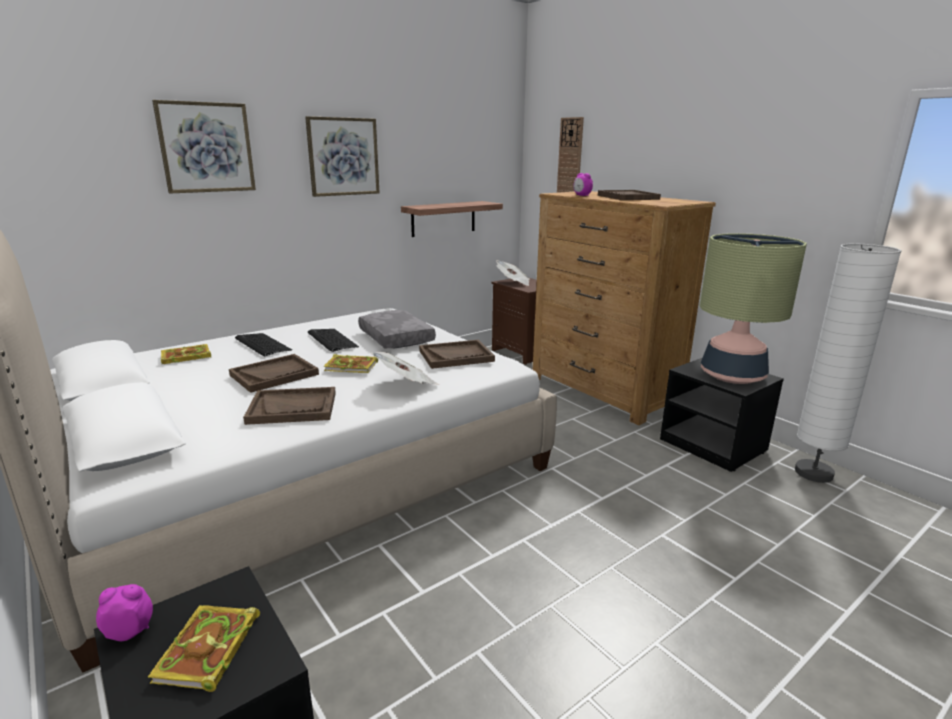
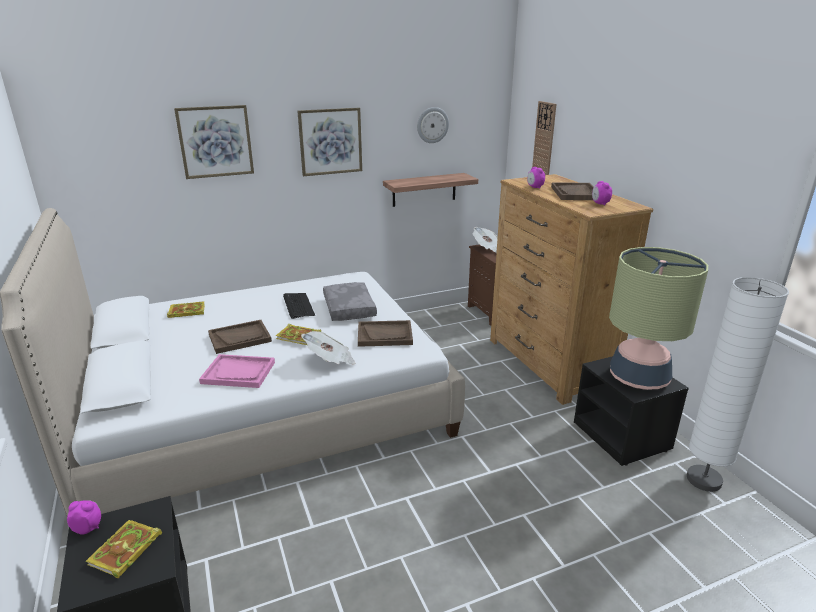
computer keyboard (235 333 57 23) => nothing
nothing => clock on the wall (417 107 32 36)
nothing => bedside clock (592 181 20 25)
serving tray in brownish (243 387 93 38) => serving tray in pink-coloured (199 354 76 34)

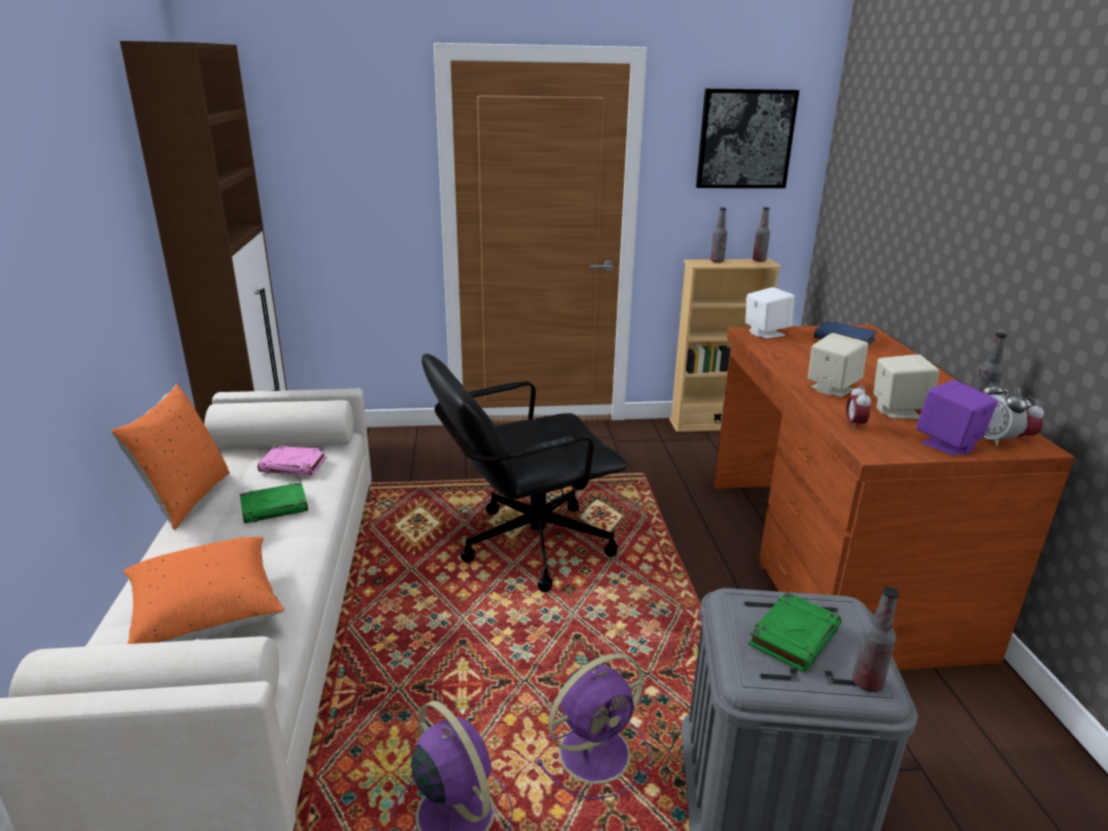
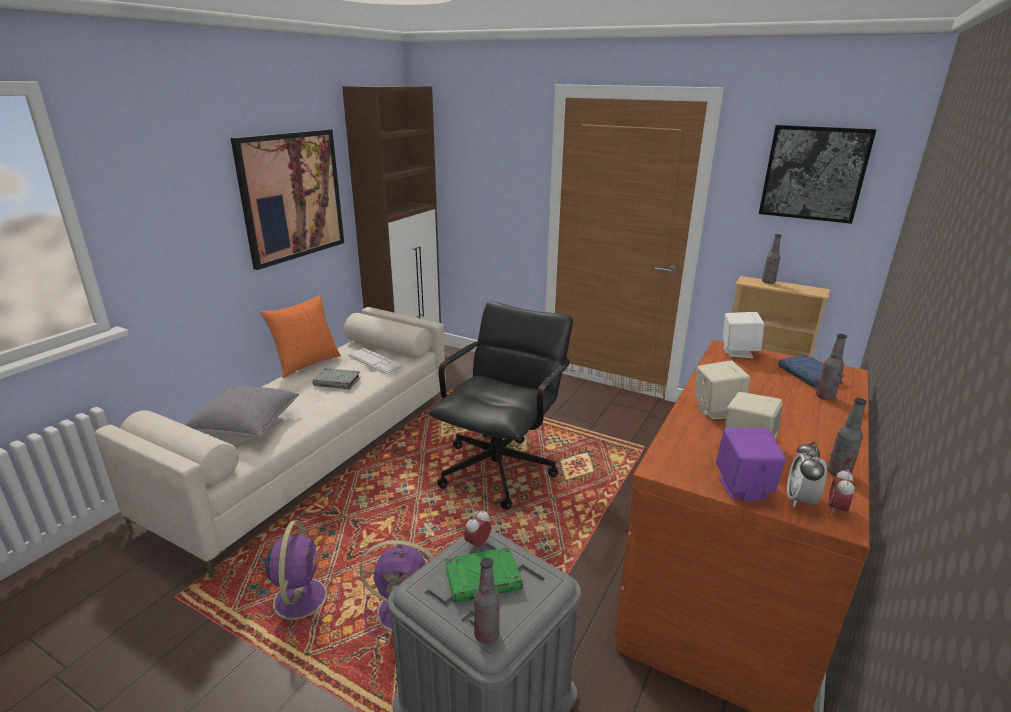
nothing => picture (231 129 113 141)
drink bottle (752 207 18 55) => drink bottle (816 334 31 66), moved
bedside clock (846 385 25 45) => bedside clock (464 510 27 38), moved
bound book in pink-coloured (258 446 69 29) => computer keyboard (348 348 55 26)
throw pillow in orangey (124 537 160 107) => throw pillow in grey (185 386 114 52)
bound book in green-coloured (240 482 68 41) => bound book in grey (313 368 48 21)
office chair in black-coloured (422 354 205 238) => office chair in black-coloured (429 301 144 209), 105 degrees clockwise

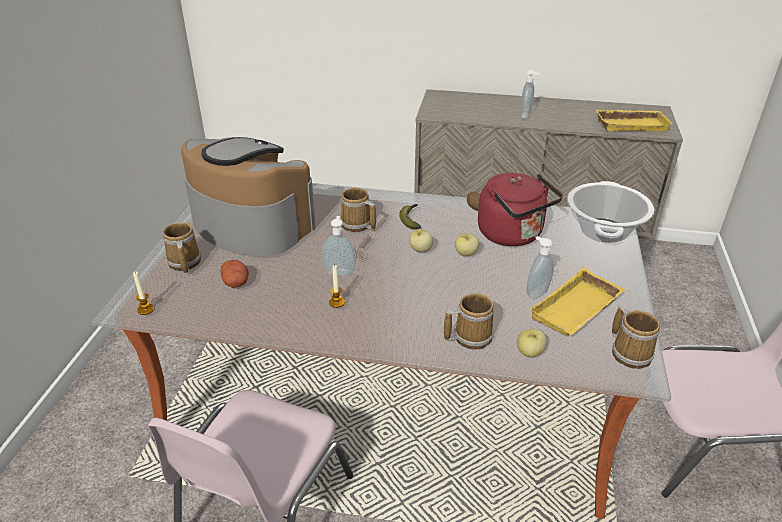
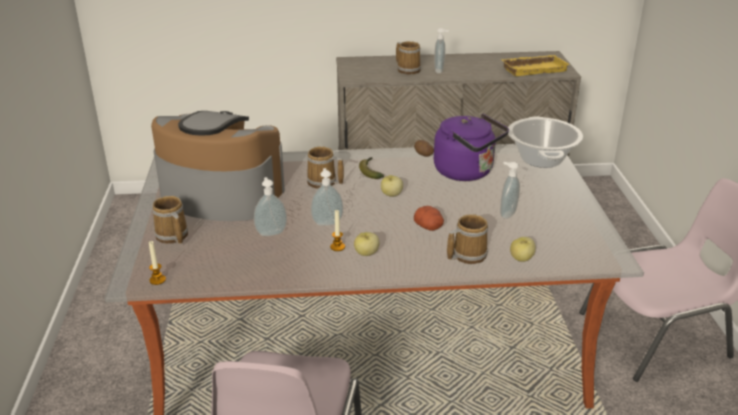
serving tray in yellow-coloured (529 267 96 69) => nothing
nothing => soap bottle (254 177 33 59)
spud (220 260 29 28) => spud (414 206 30 25), moved
apple (455 233 24 23) => apple (354 232 25 24), moved
coffee mug (612 305 48 64) => coffee mug (396 41 25 34), moved
tea kettle in reddish (478 173 85 73) => tea kettle in purplish (434 113 75 68)

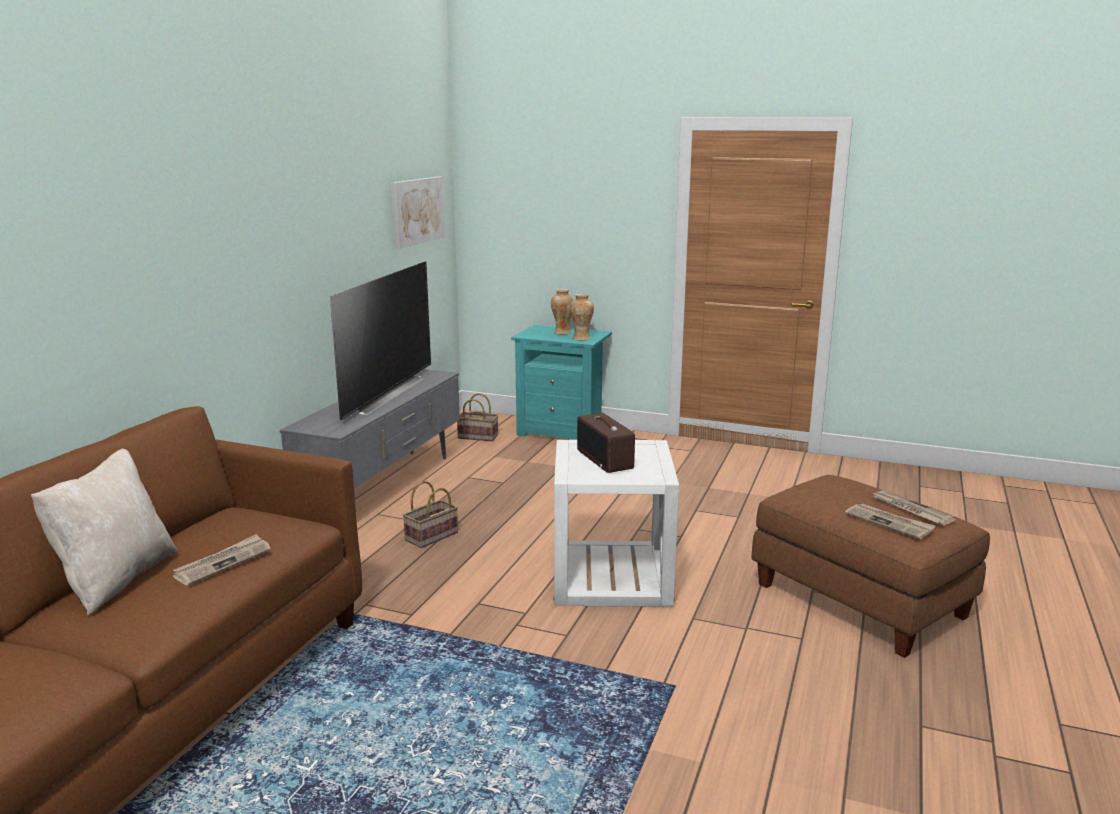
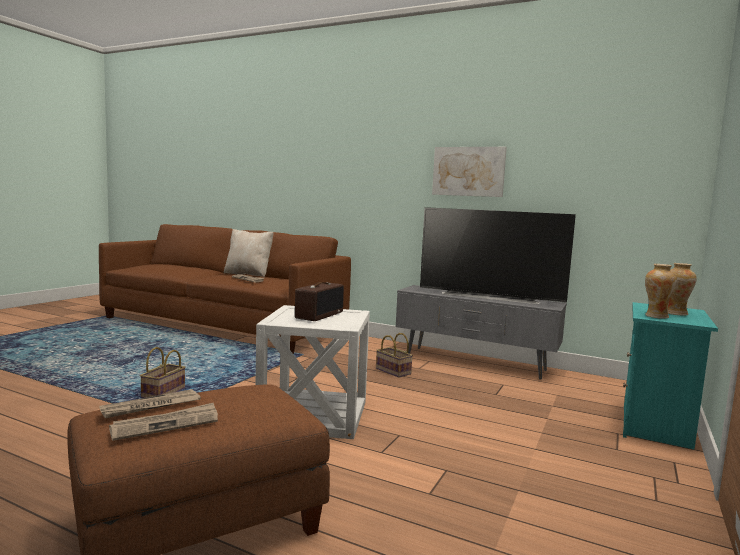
picture (391 177 54 72) => picture (432 147 75 50), moved
household basket (457 393 41 48) => household basket (140 347 46 51), moved
radio (577 413 58 60) => radio (295 282 49 39), 135 degrees clockwise

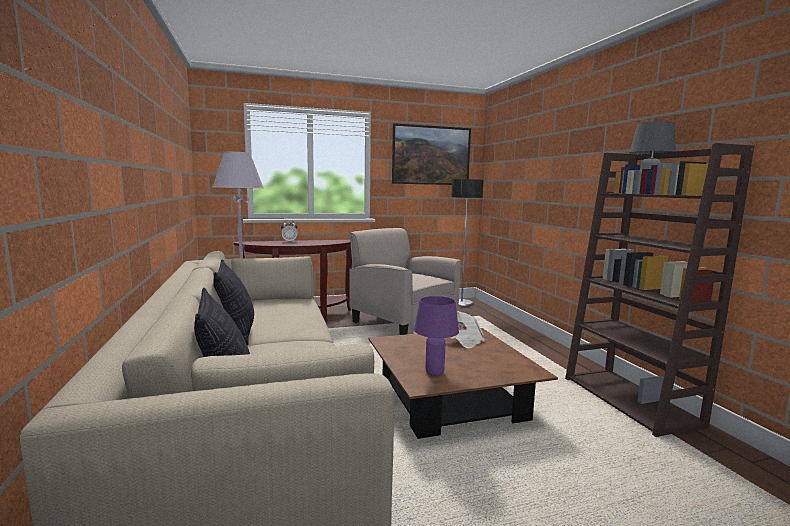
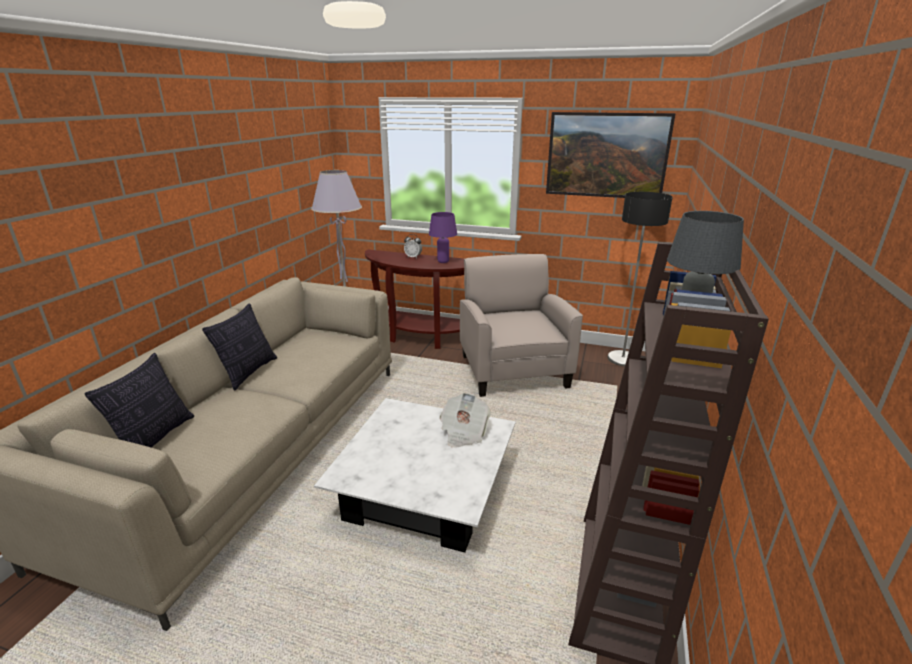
table lamp in purplish (414 296 45 80) => table lamp in purplish (429 212 28 51), moved
coffee table in brownish (369 328 189 111) => coffee table in whitish (314 398 202 155)

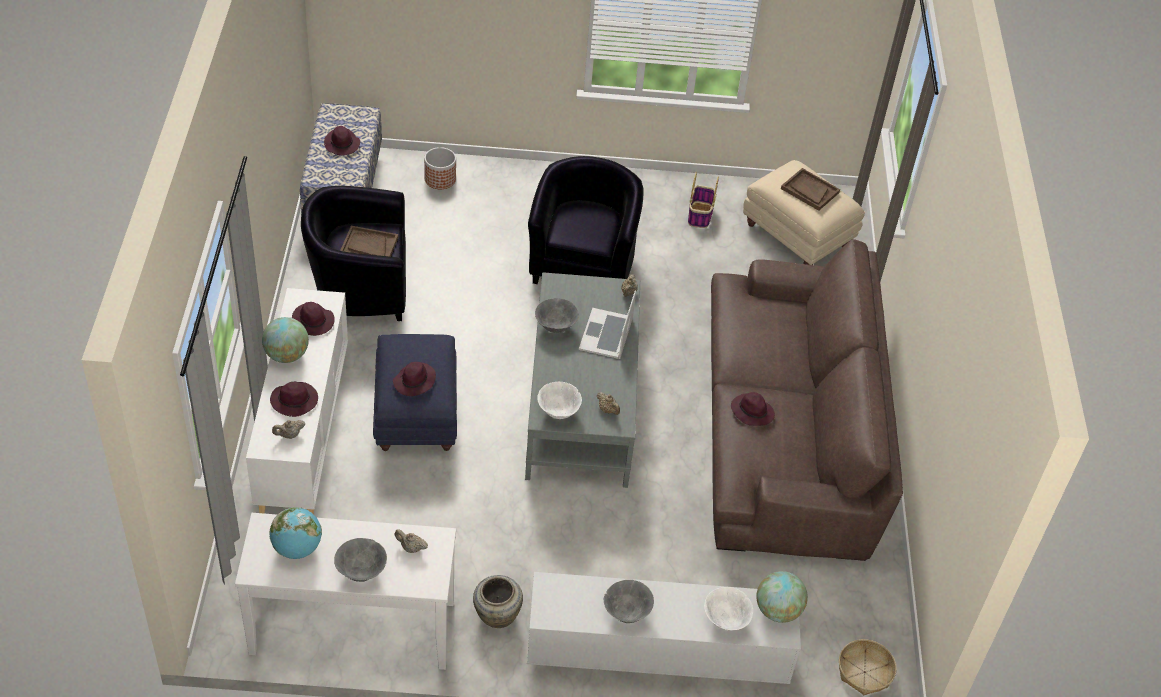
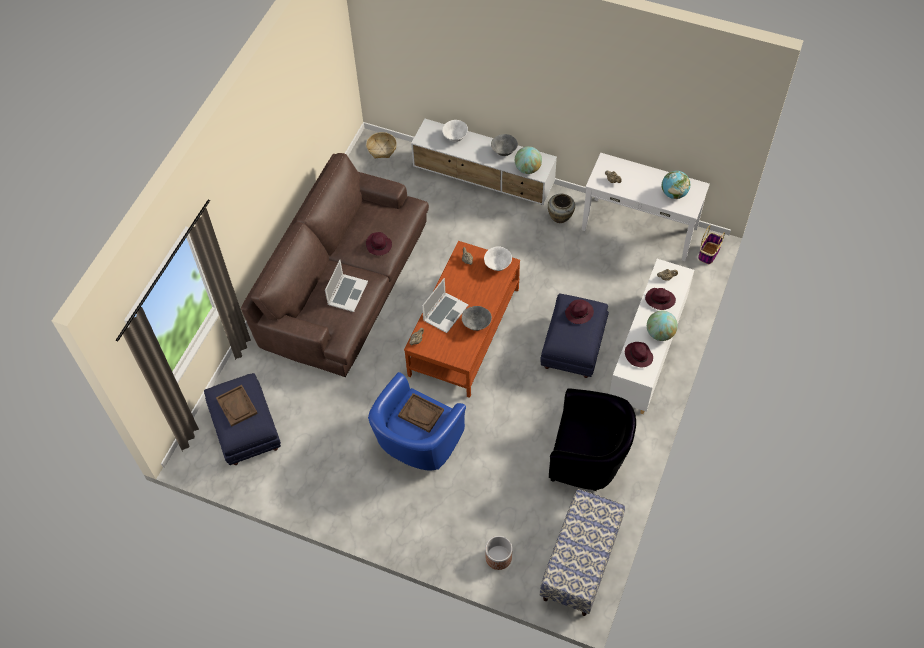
clothing hat in purplish (324 126 36 29) => nothing
serving bowl in grey (334 538 53 44) => nothing
nothing => laptop (325 260 43 52)
serving tray in brownish (340 226 58 31) => serving tray in brownish (398 393 46 40), moved
household basket (688 172 31 56) => household basket (698 225 27 39), moved
globe (756 571 52 52) => globe (515 146 27 28), moved
coffee table in grey (525 272 115 216) => coffee table in brownish (404 241 116 157)
lounge chair in black-coloured (528 156 115 128) => lounge chair in blue-coloured (368 372 98 99)
footrest in sand-coloured (743 160 122 105) => footrest in blue-coloured (204 373 77 92)

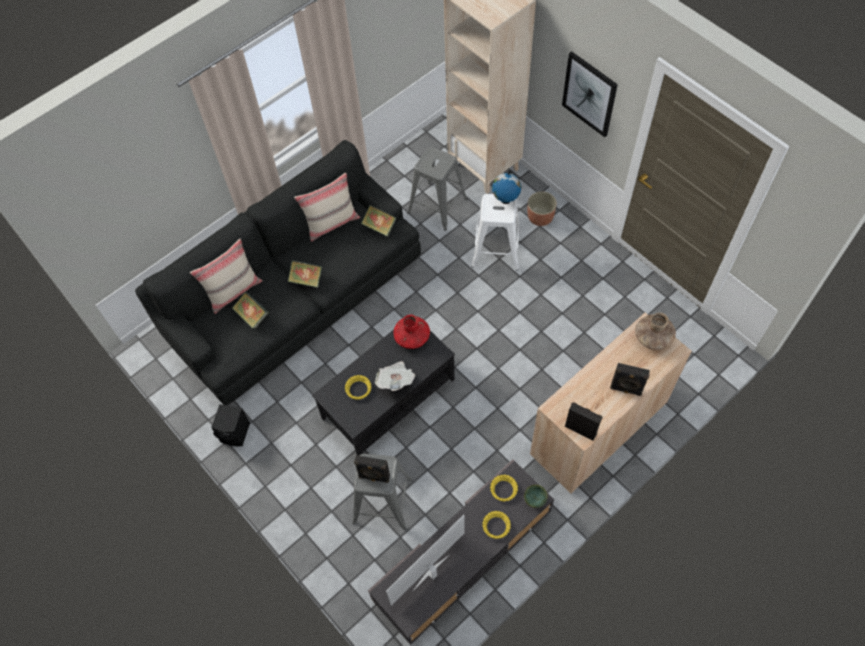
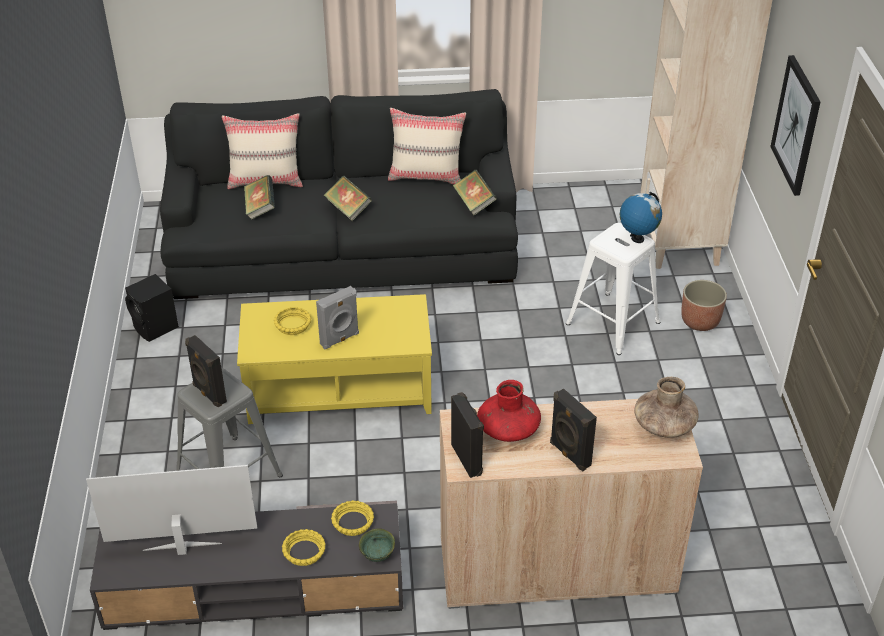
stool in grey (407 147 61 84) => nothing
decorative vase in reddish (394 315 36 34) => decorative vase in reddish (477 380 64 62), moved
printed paper (375 361 41 30) => loudspeaker in grey (316 286 43 64)
coffee table in black-coloured (312 314 143 142) => coffee table in yellow-coloured (237 294 195 130)

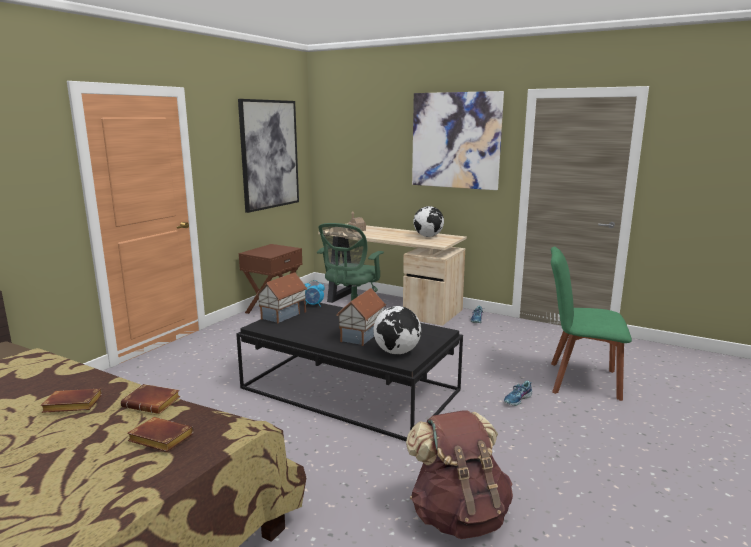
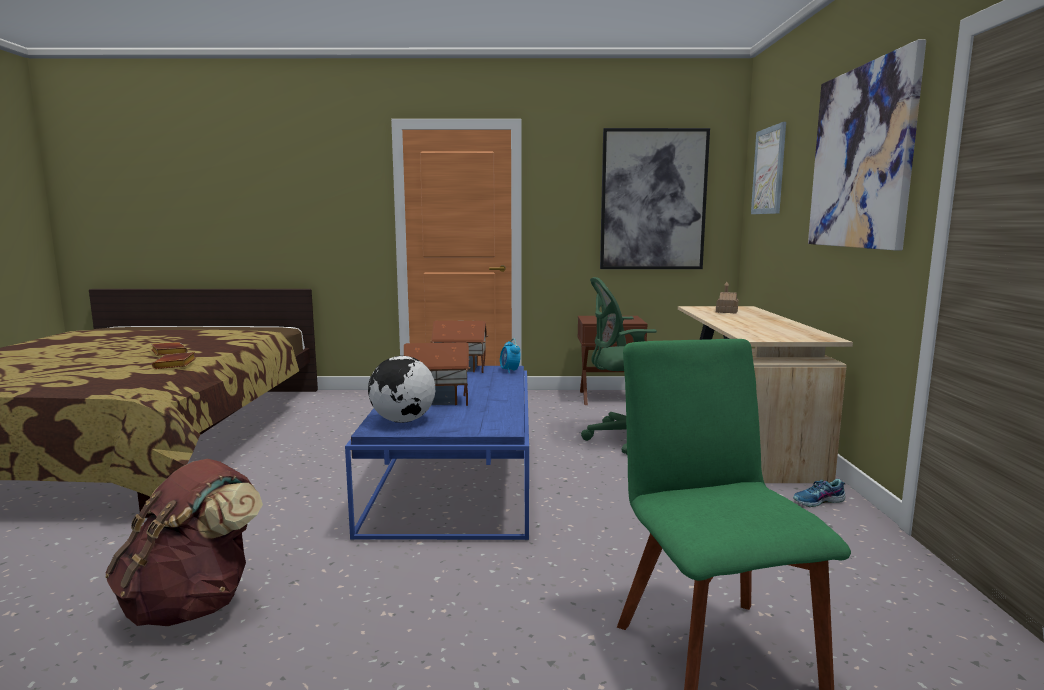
bound book in brownish (127 417 67 35) => nothing
globe (413 206 31 31) => nothing
shoe (504 381 28 25) => nothing
nothing => picture (751 122 35 92)
coffee table in black-coloured (236 300 227 141) => coffee table in blue-coloured (345 366 184 175)

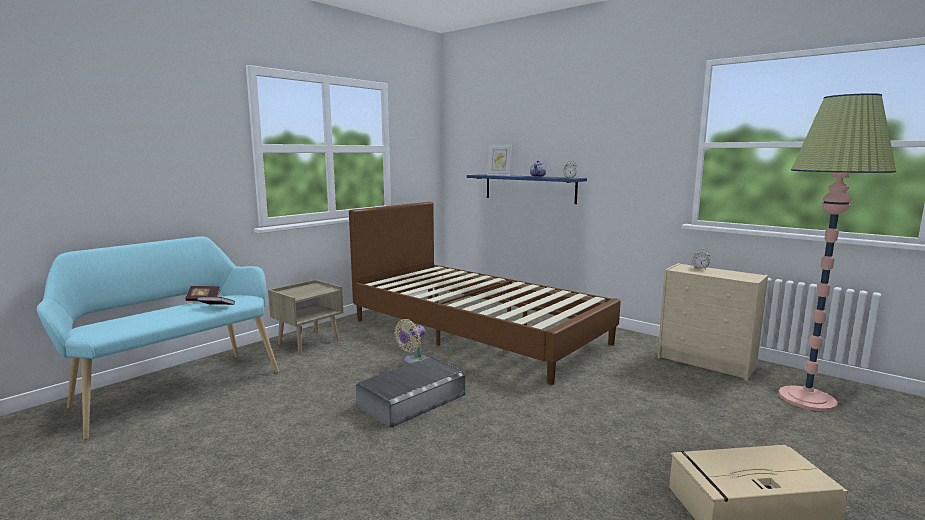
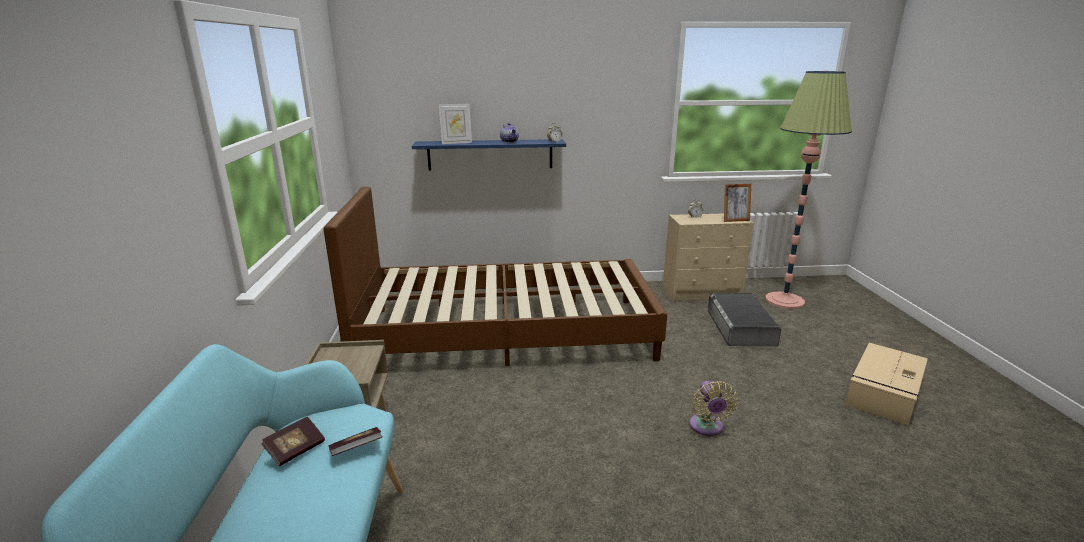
nothing => picture frame (724 184 27 38)
storage box in grey (356 357 109 71) => storage box in grey (708 293 73 53), moved
electric fan in sand-coloured (394 319 34 46) => electric fan in sand-coloured (689 381 49 55), moved

